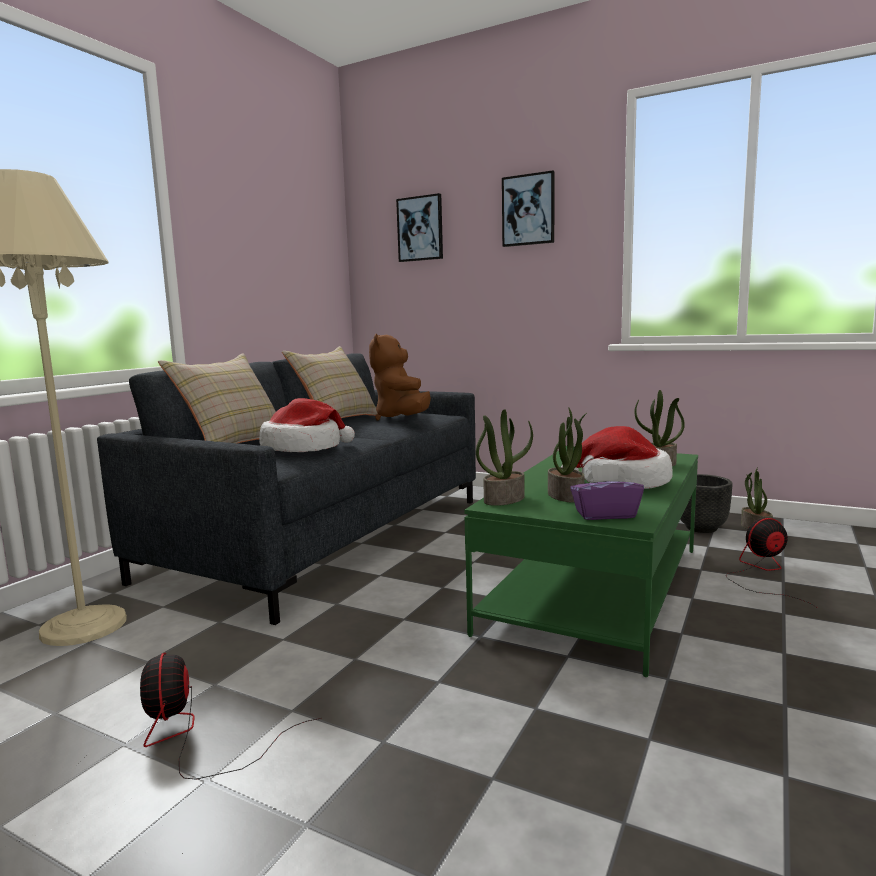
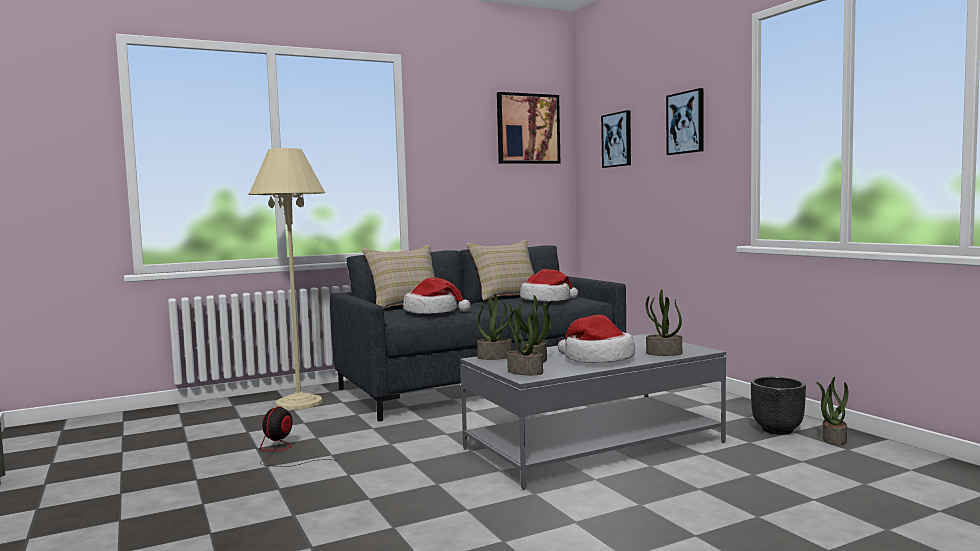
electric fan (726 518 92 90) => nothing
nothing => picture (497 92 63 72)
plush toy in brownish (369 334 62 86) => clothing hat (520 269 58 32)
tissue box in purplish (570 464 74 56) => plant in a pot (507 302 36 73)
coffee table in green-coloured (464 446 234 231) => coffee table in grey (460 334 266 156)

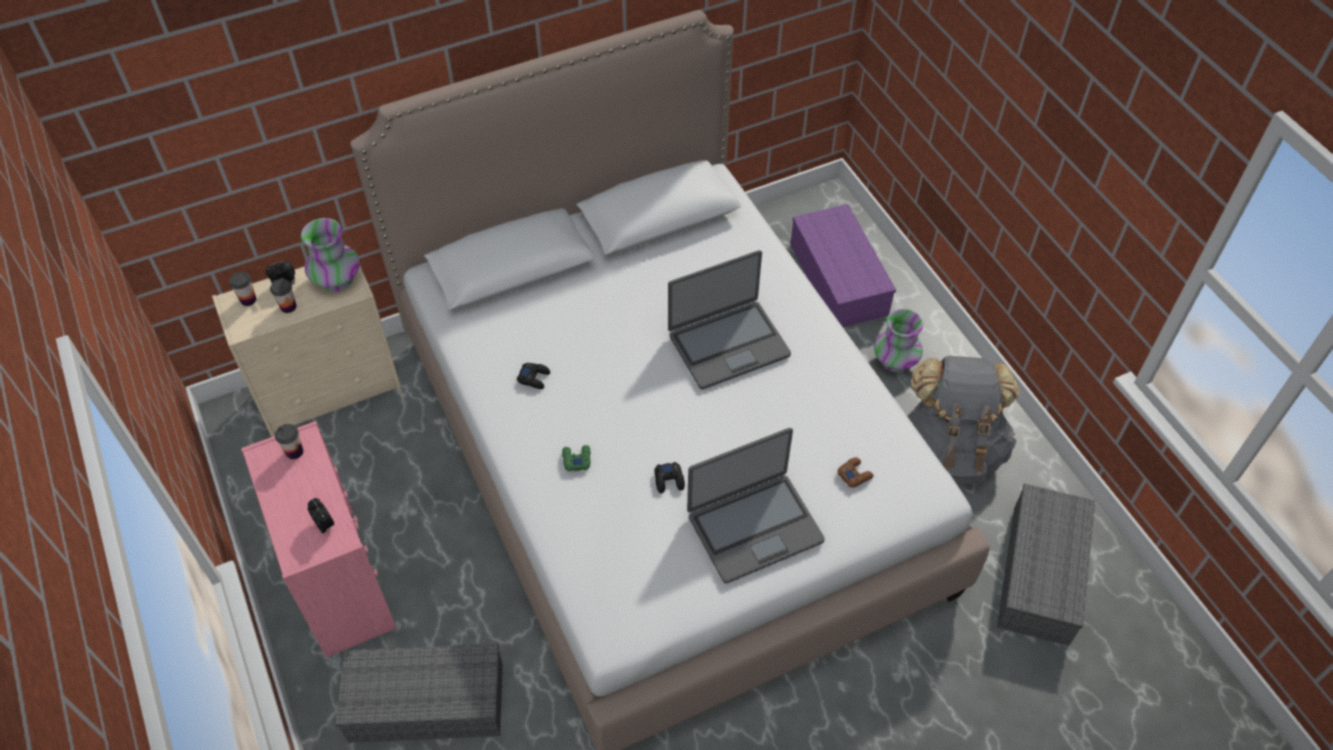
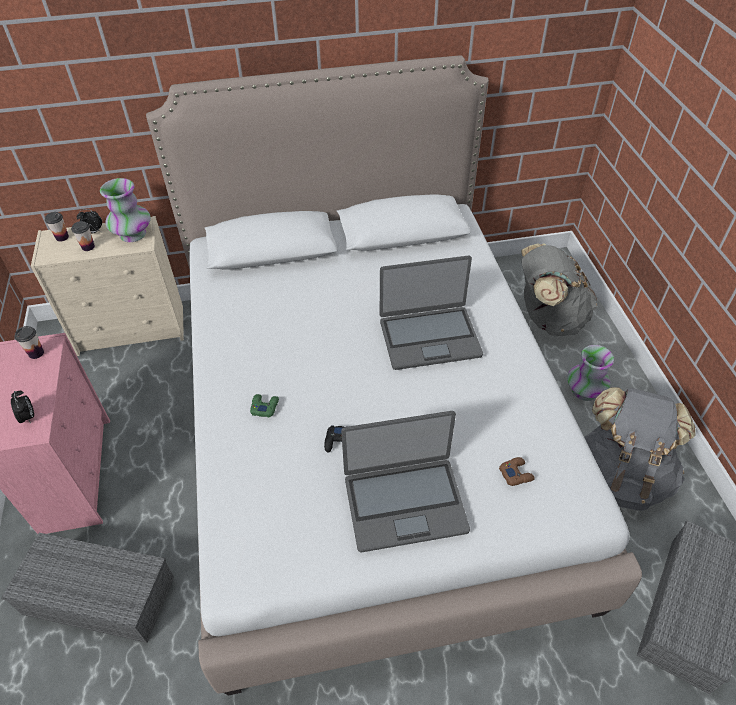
gamepad in black-coloured (517 363 33 26) => nothing
storage box in purplish (790 204 106 123) => knapsack in grey (521 243 76 93)

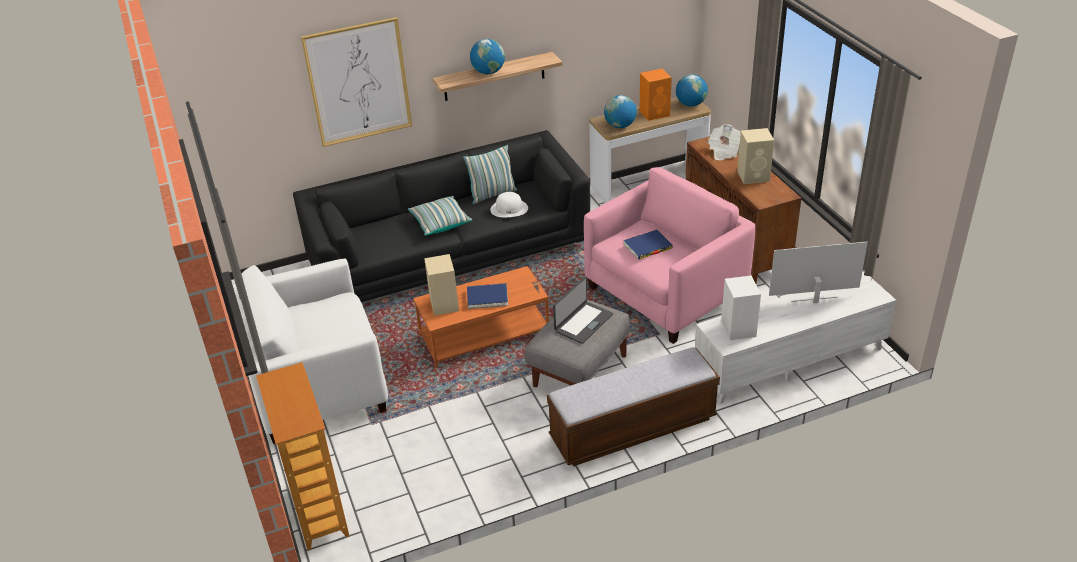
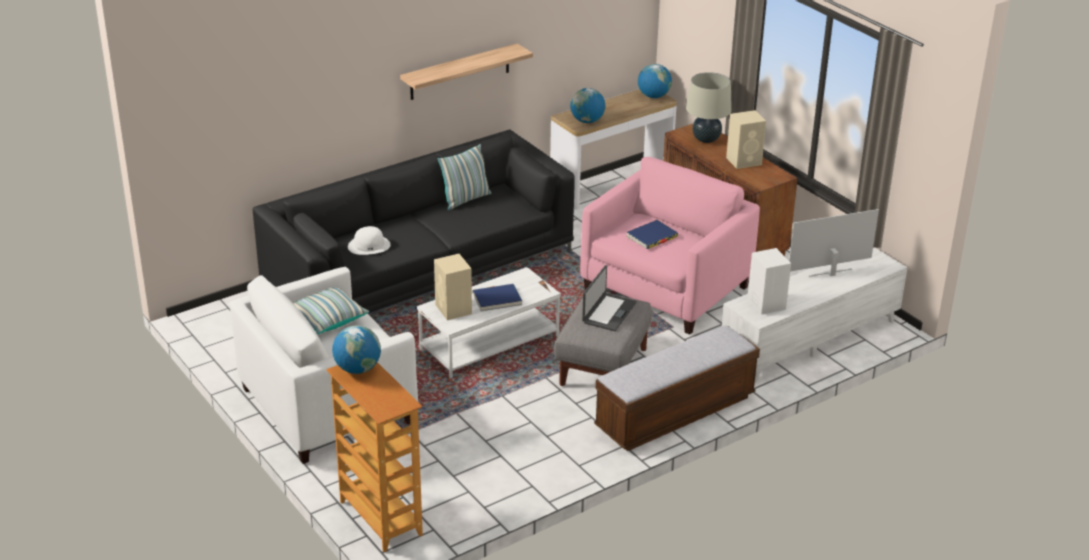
picture (301 17 111 130) => nothing
loudspeaker in orangey (640 68 32 53) => nothing
throw pillow (408 196 64 40) => throw pillow (293 287 76 47), moved
globe (470 39 35 35) => globe (332 325 49 49), moved
clothing hat in whitish (490 192 38 25) => clothing hat in whitish (348 226 43 29), moved
printed paper (708 124 33 36) => table lamp in sand-coloured (686 72 46 71)
coffee table in orangey (413 266 136 102) => coffee table in whitish (417 267 144 111)

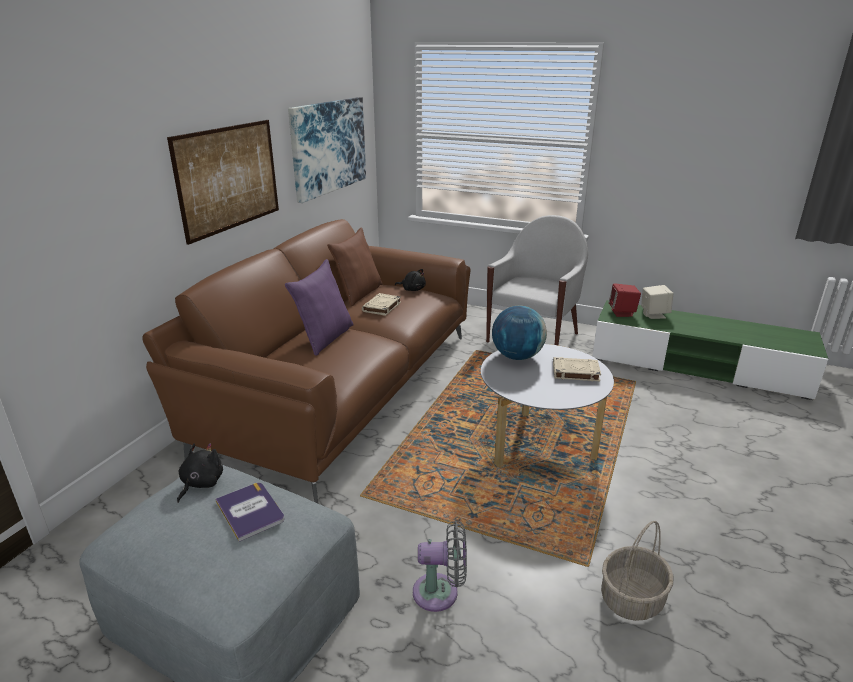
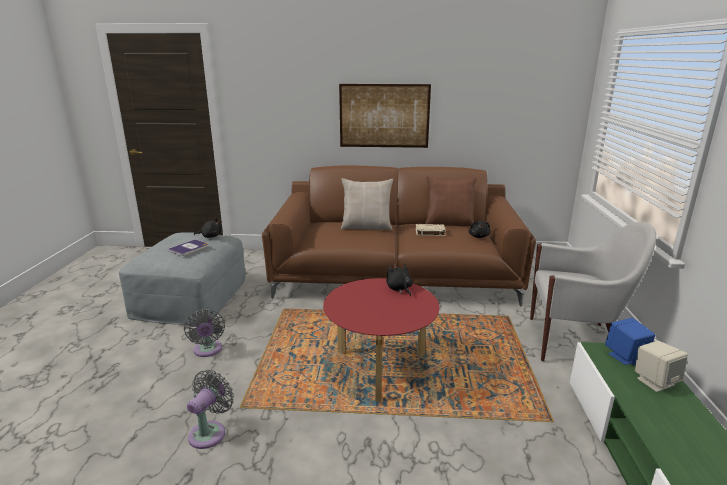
picture (288 97 78 106) => nothing
bound book in sand-coloured (553 357 48 24) => nothing
globe (492 306 55 54) => plush toy in black-coloured (386 264 27 32)
household basket (601 521 72 100) => electric fan in grey (187 370 47 79)
throw pillow in purplish (285 259 69 97) => throw pillow in sand-coloured (341 178 52 52)
coffee table in grey (481 344 133 123) => coffee table in reddish (323 278 117 124)
loudspeaker in reddish (609 283 32 34) => loudspeaker in blue-coloured (605 318 50 47)

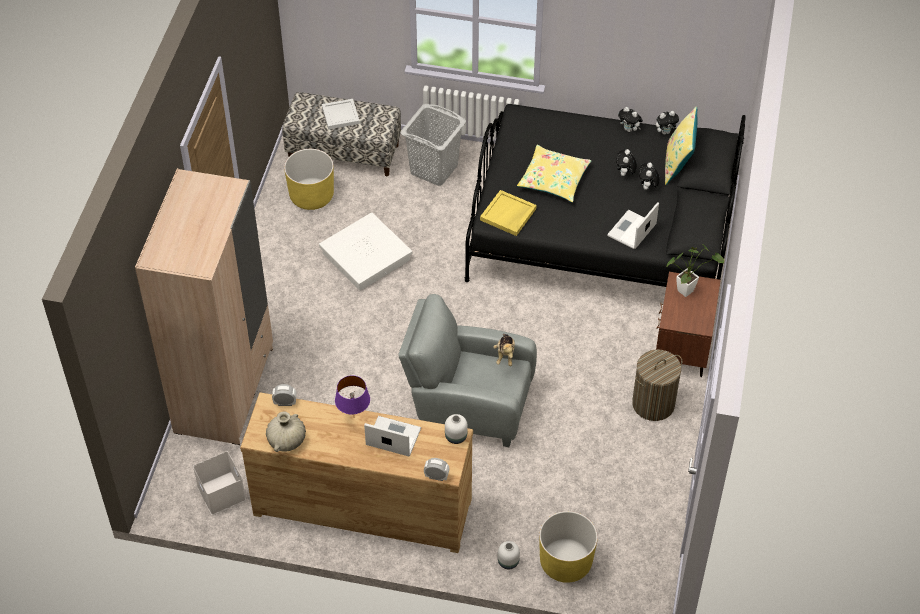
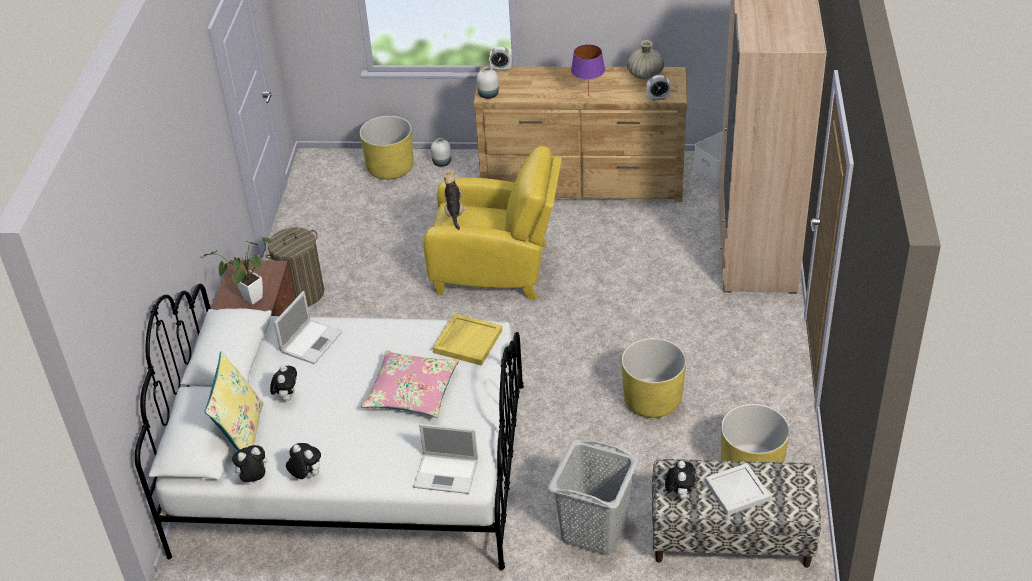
laptop (364 416 57 40) => laptop (413 424 65 70), moved
plush toy (616 149 21 27) => plush toy (665 461 31 38), moved
storage box in whitish (319 212 93 79) => plant pot in yellow-coloured (622 338 64 80)
lounge chair in grey (398 294 139 153) => lounge chair in yellow-coloured (424 146 138 153)
bed in black-coloured (465 104 281 183) => bed in whitish (135 284 389 286)
throw pillow in yellow-coloured (517 145 75 57) => throw pillow in pink-coloured (361 350 98 68)

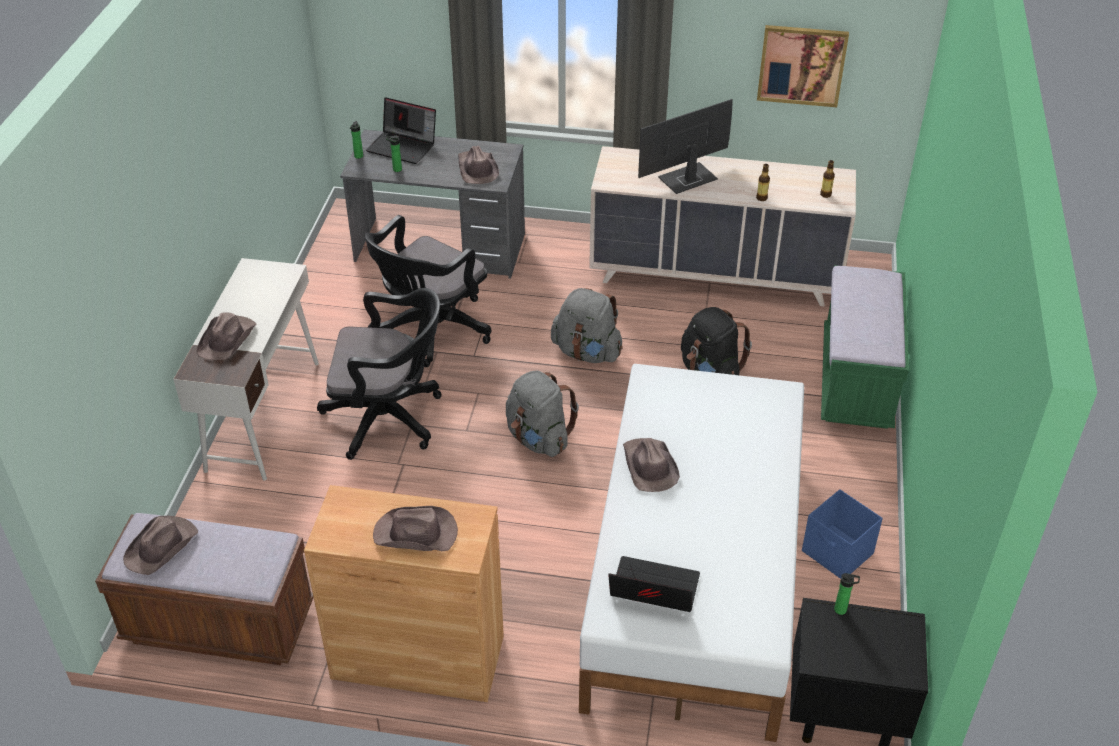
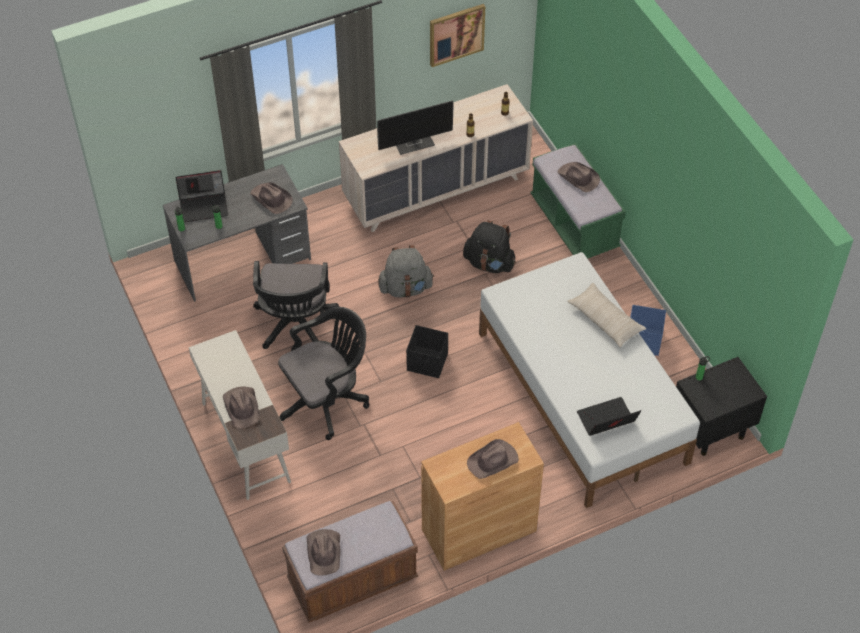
nothing => throw pillow in sand-coloured (567 283 79 64)
clothing hat in brownish (623 438 57 54) => clothing hat in brownish (558 162 42 30), moved
knapsack in grey (506 371 73 86) => storage box in black-coloured (406 325 42 53)
monitor (638 99 95 95) => monitor (377 100 76 55), 135 degrees counterclockwise

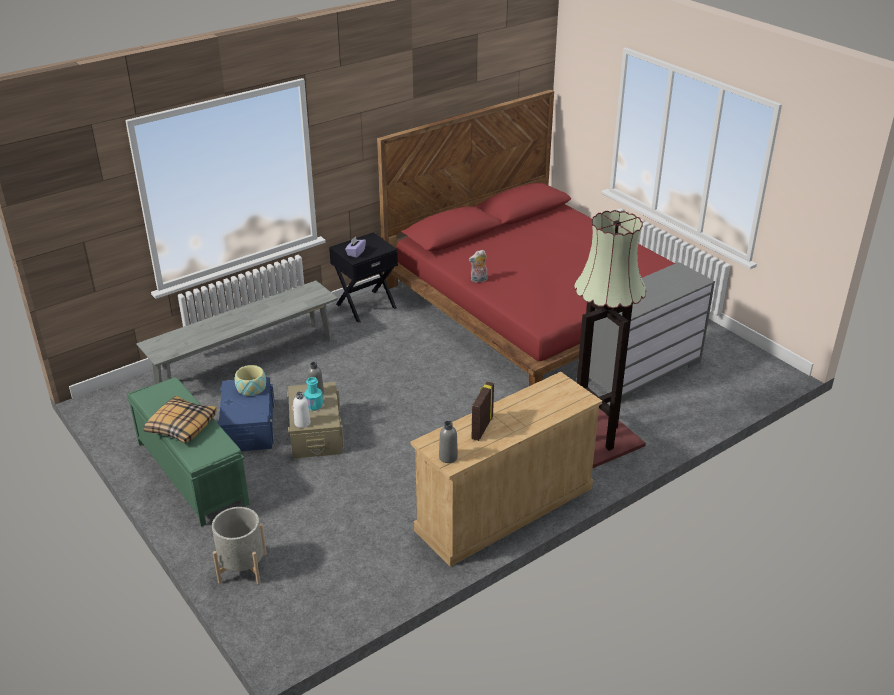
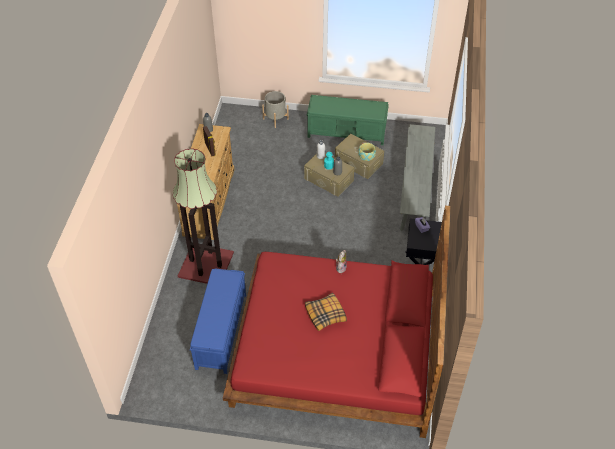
throw pillow (143 396 74 48) => throw pillow (305 293 42 38), moved
chest of drawers in grey (588 262 127 140) => indoor bench in blue-coloured (190 268 56 106)
storage box in blue-coloured (218 377 57 74) => storage box in sand-coloured (335 134 49 45)

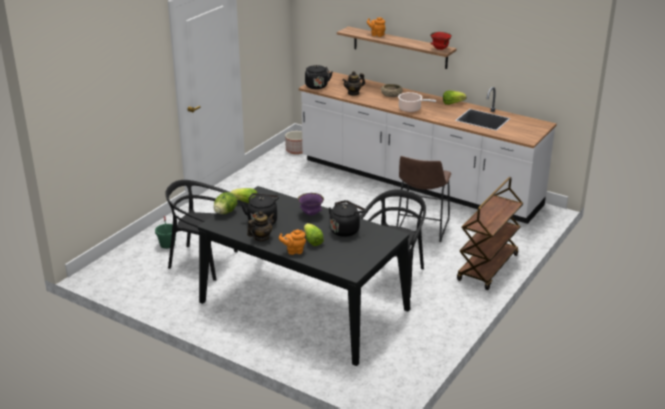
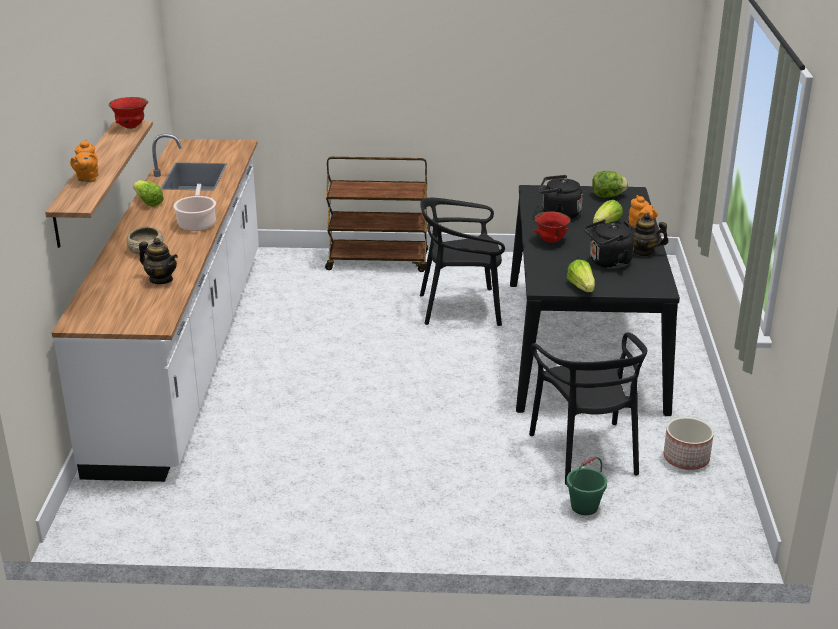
tea kettle in black-coloured (305 65 28 24) => nothing
stool in brownish (397 156 54 86) => nothing
lettuce (214 192 23 22) => lettuce (592 171 37 26), moved
plant pot (285 131 17 23) => plant pot (664 417 50 53), moved
serving bowl in purplish (298 193 26 22) => serving bowl in reddish (534 211 36 32)

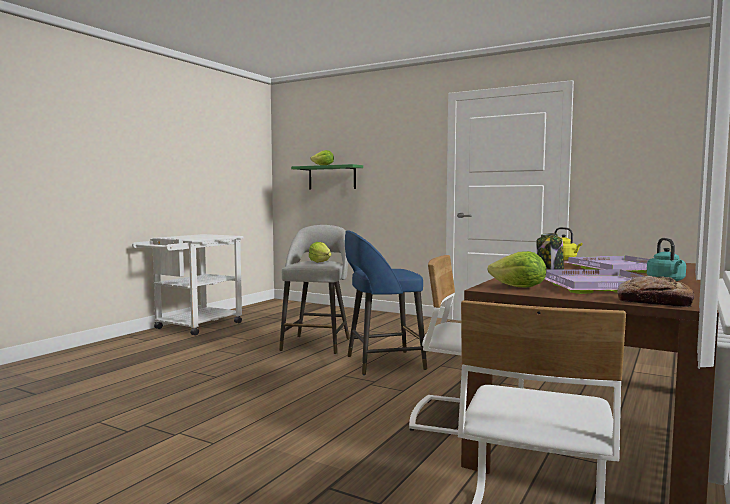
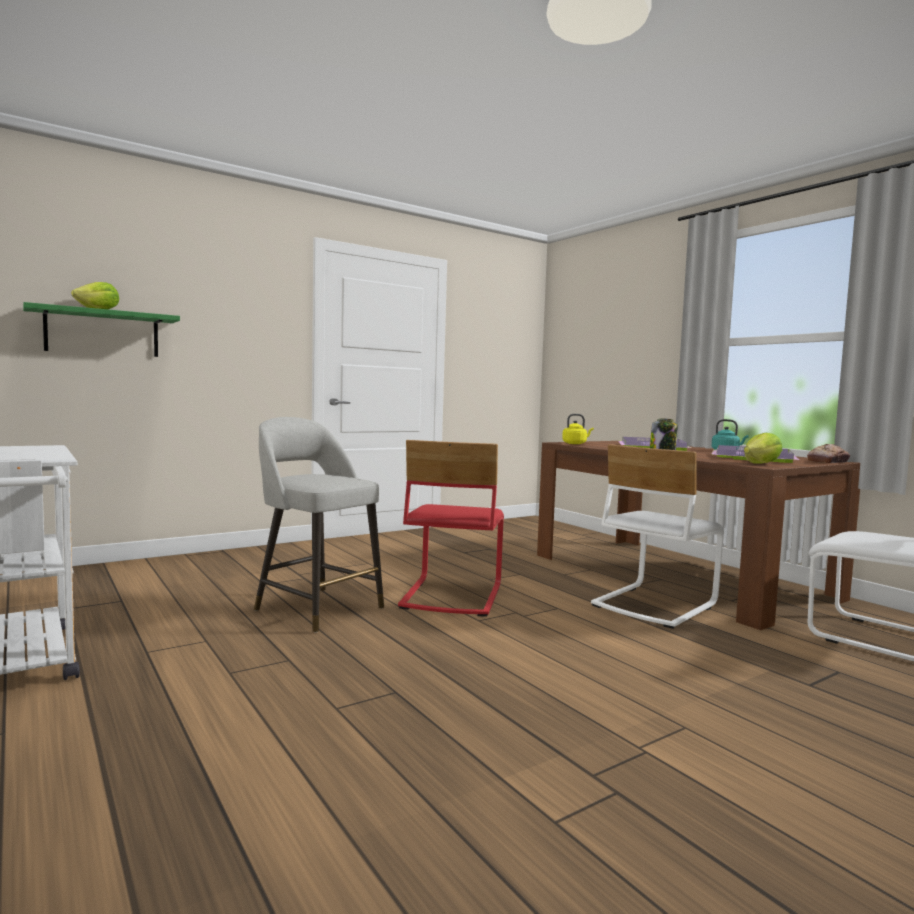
lettuce (309 242 23 21) => nothing
stool in blue-coloured (345 230 82 145) => plain chair in reddish (398 440 106 177)

